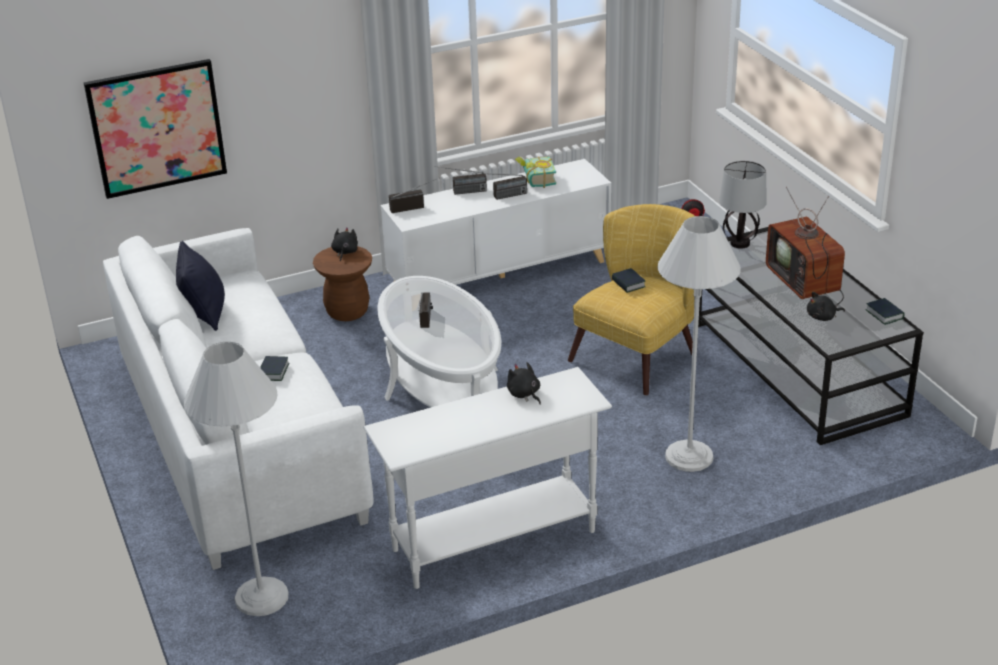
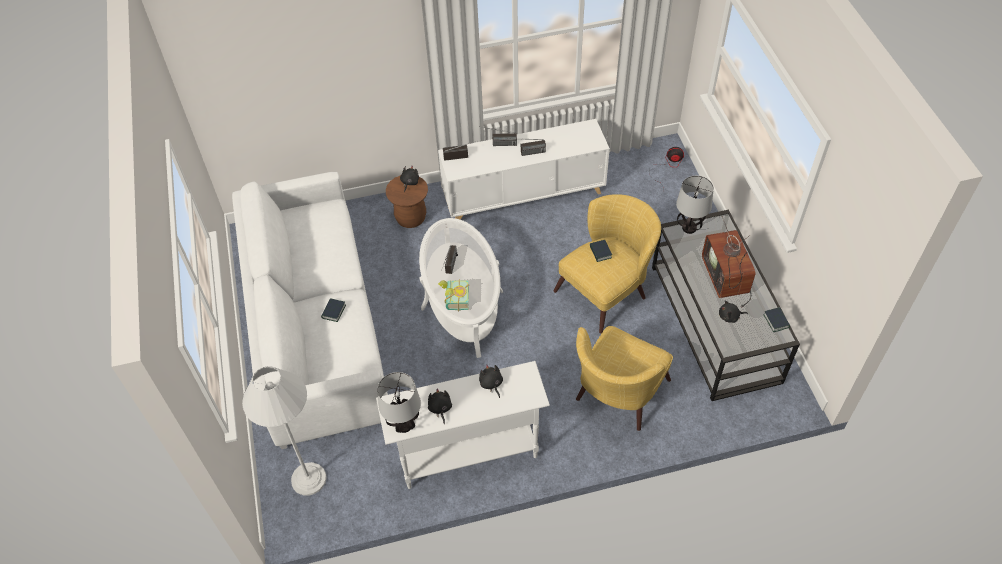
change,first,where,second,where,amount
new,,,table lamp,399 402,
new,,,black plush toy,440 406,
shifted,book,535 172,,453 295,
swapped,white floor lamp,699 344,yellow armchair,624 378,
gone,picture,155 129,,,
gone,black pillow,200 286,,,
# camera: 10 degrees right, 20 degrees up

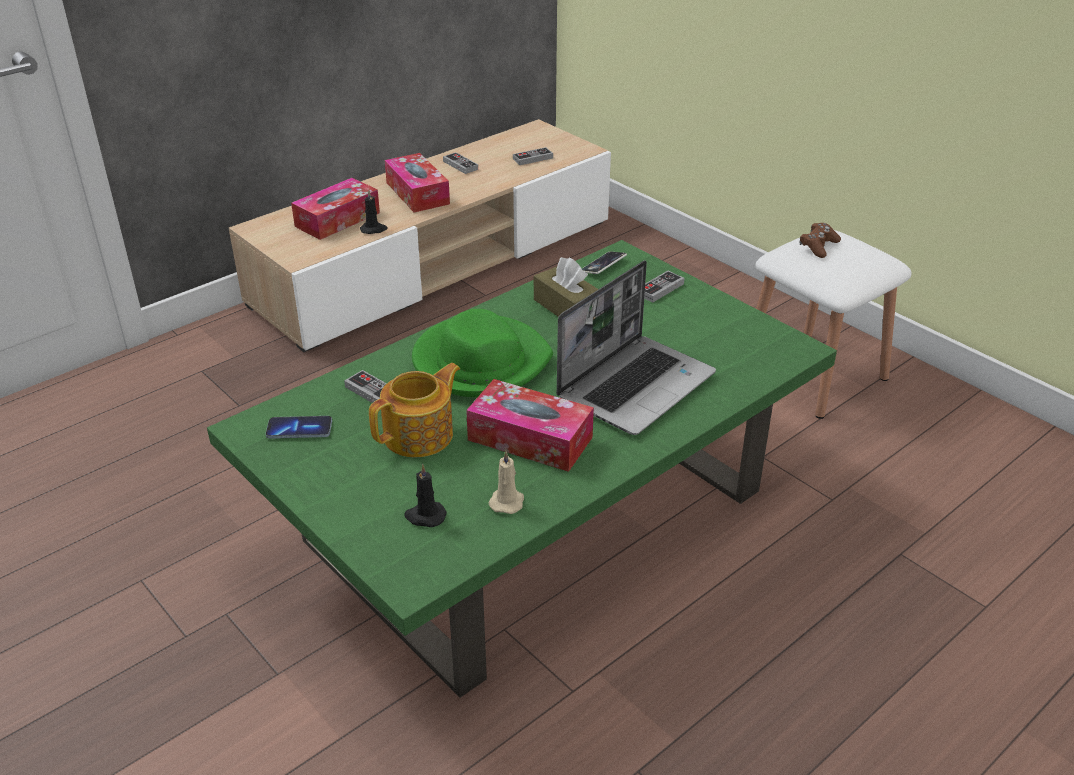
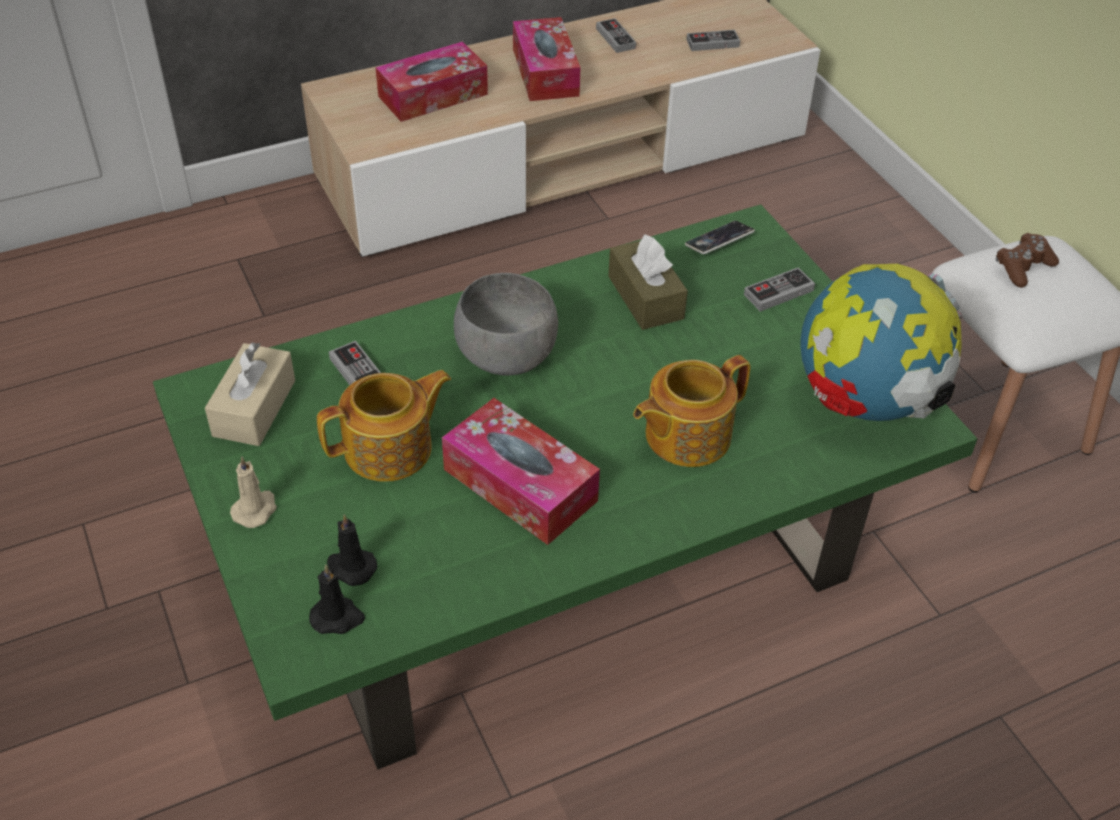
change,first,where,second,where,amount
swapped,phone,299 427,beige tissue box,250 394,
shifted,beige candle,506 482,,253 492,
shifted,black candle,374 212,,337 599,
swapped,green hat,482 353,grey bowl,506 324,
swapped,laptop,636 347,teapot,692 411,
new,,,globe,881 342,
# camera: 15 degrees right, 10 degrees up

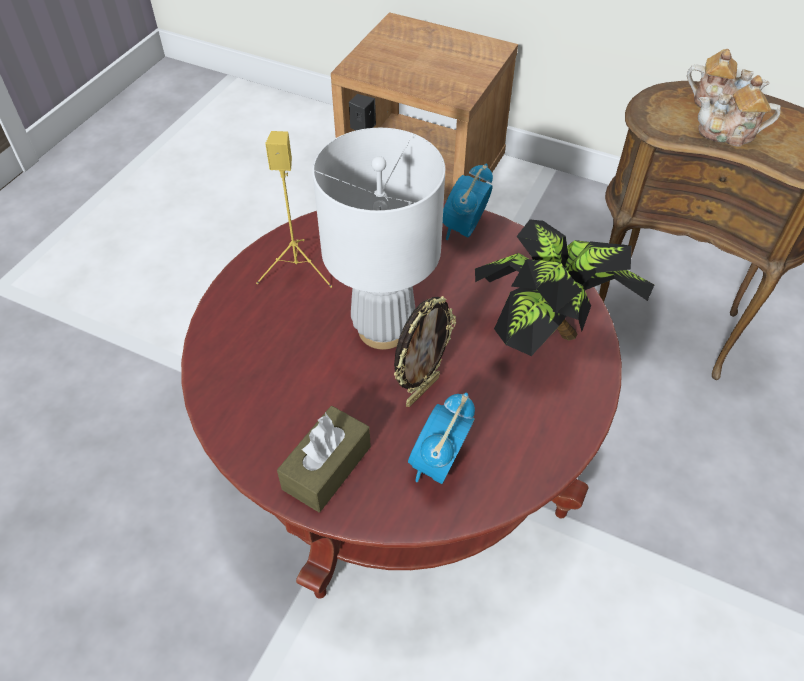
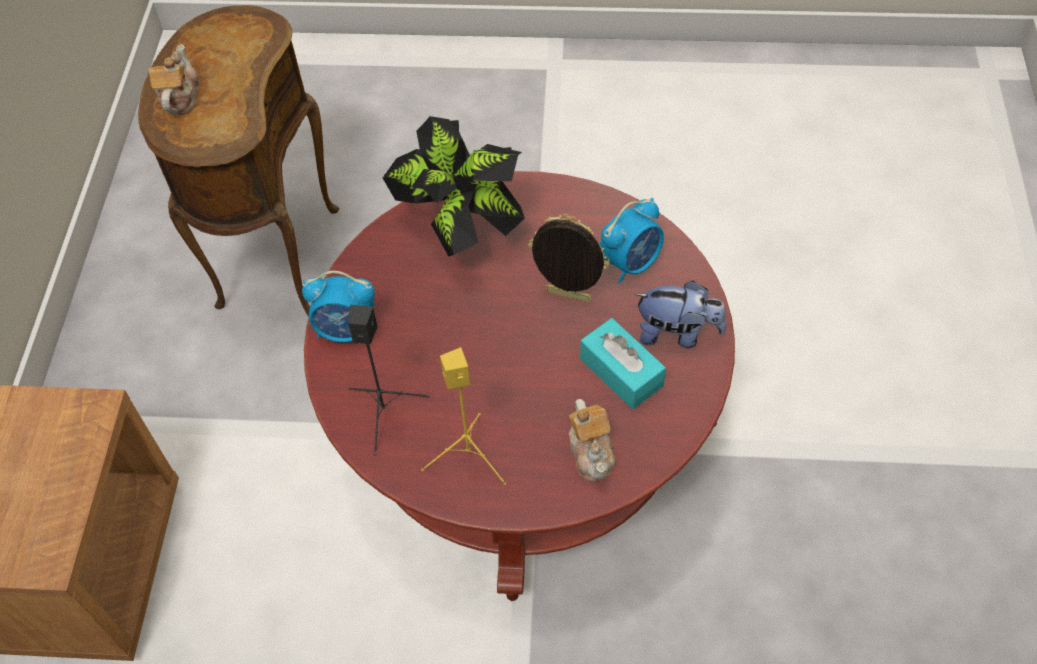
change,first,where,second,where,amount
shifted,teapot,739 111,,592 440,
new,,,turquoise tissue box,623 363,
rotated,alarm clock,441 438,,632 241,45 degrees counterclockwise
swapped,brown tissue box,324 459,plush toy,680 314,
gone,white table lamp,378 239,,,
# camera: 110 degrees left, 5 degrees up

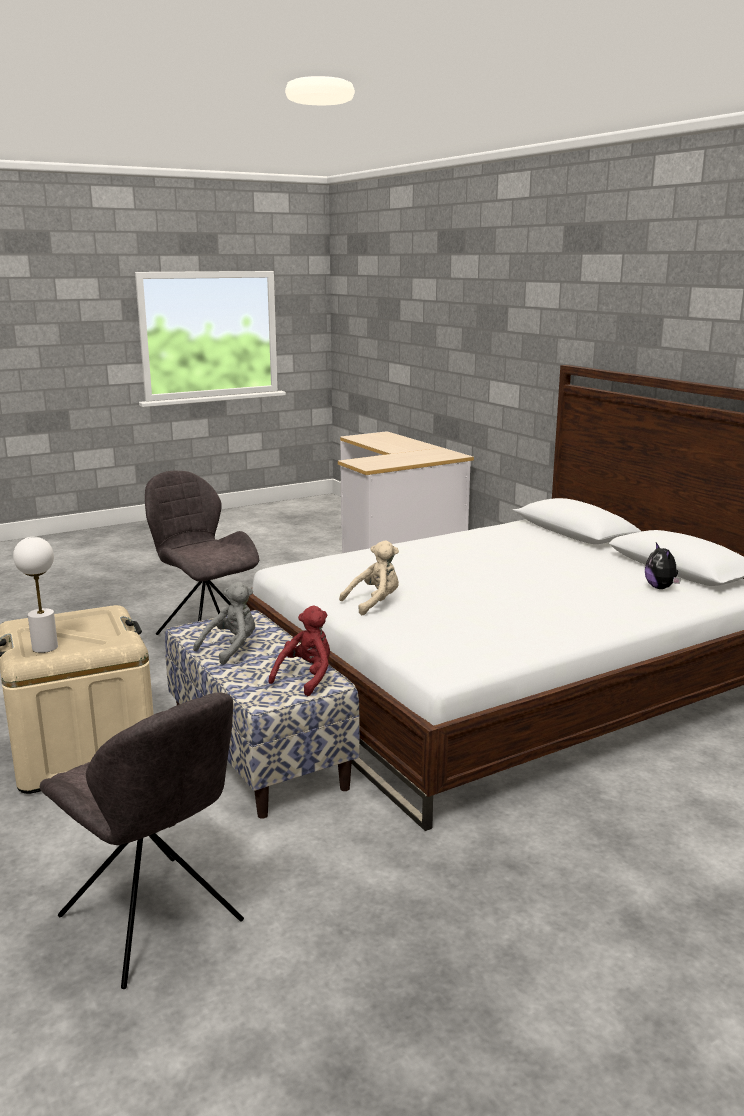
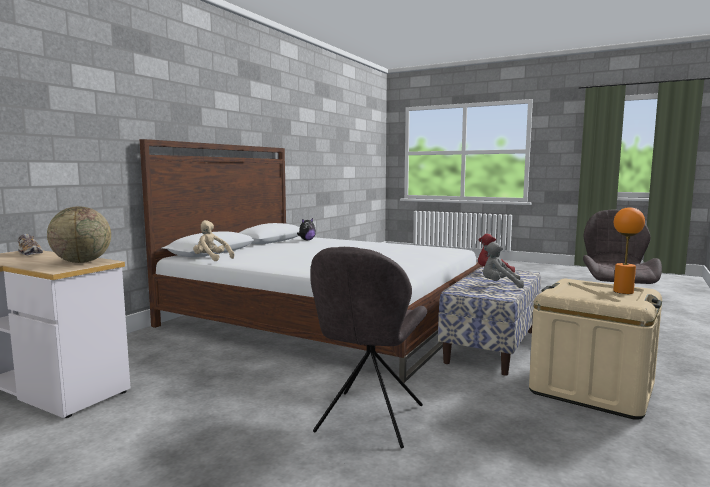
change,first,where,second,where,amount
new,,,shoe,30 245,
new,,,globe,79 234,
shifted,beige plush toy,369 577,,213 240,
repainted,white table lamp,35 595,orange table lamp,629 250,
# camera: 120 degrees left, 10 degrees down

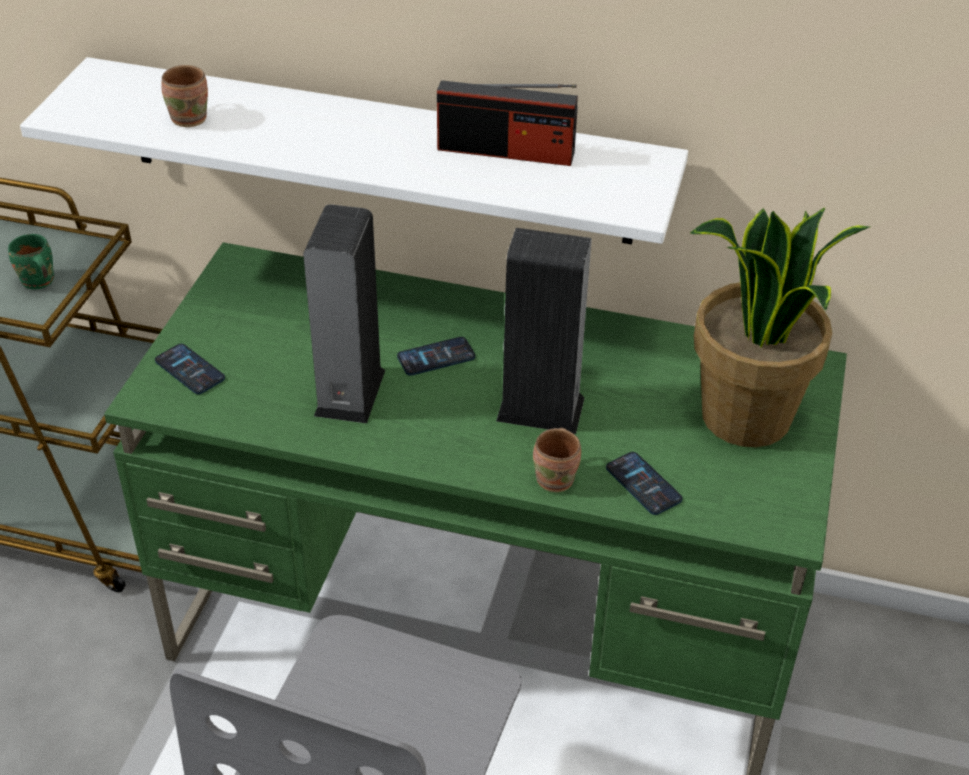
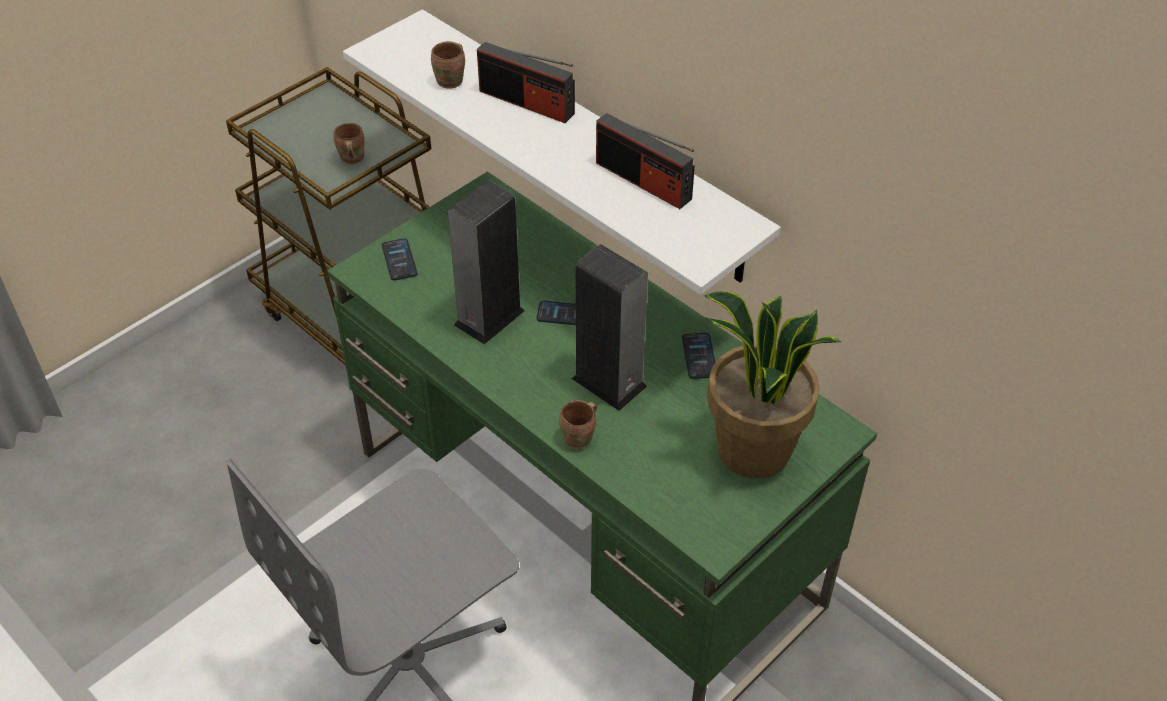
change,first,where,second,where,amount
repainted,green mug,31 262,brown mug,349 143,
new,,,radio,526 82,
shifted,phone,644 483,,698 356,
# camera: 30 degrees right, 5 degrees up

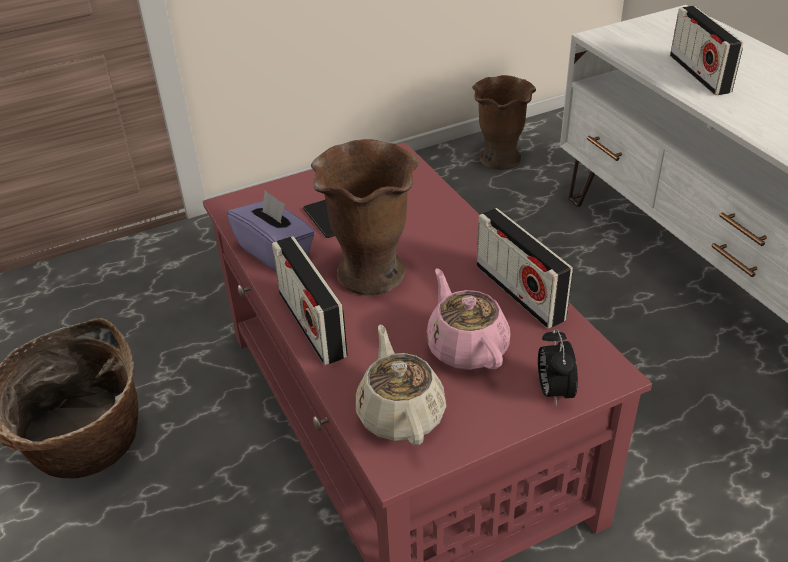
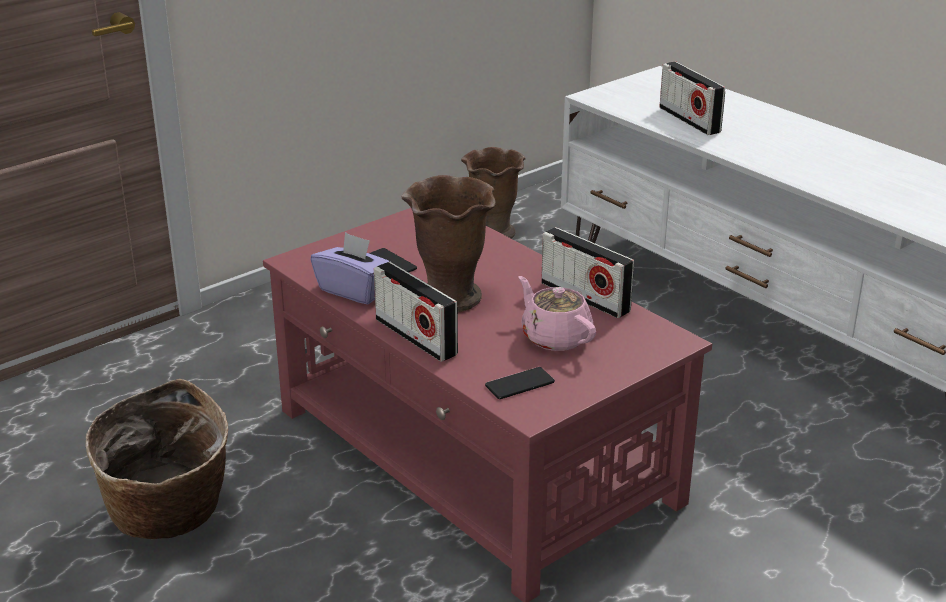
change,first,where,second,where,amount
swapped,beige teapot,400 385,phone,520 383,
gone,alarm clock,558 367,,,
# camera: 15 degrees left, 10 degrees down

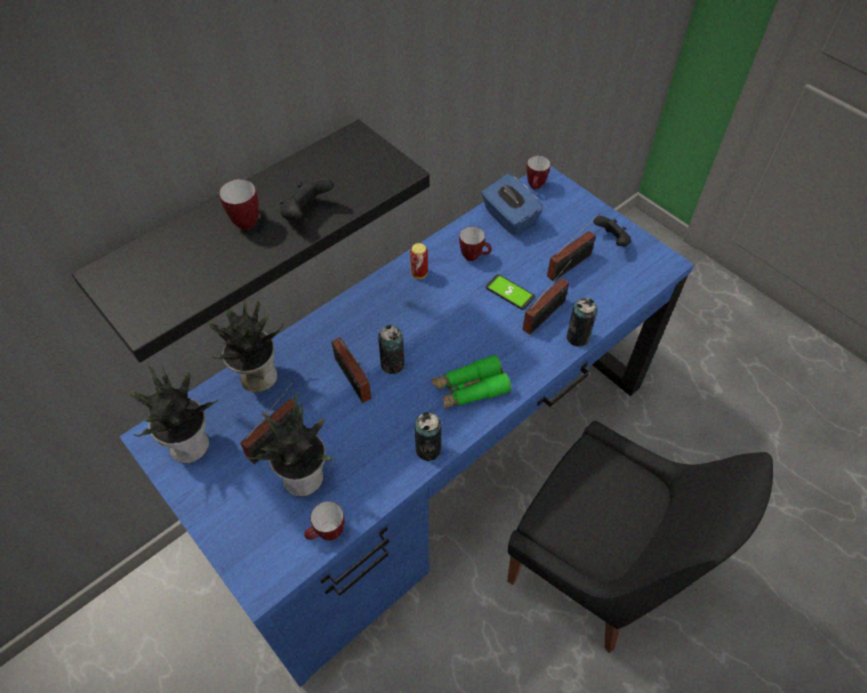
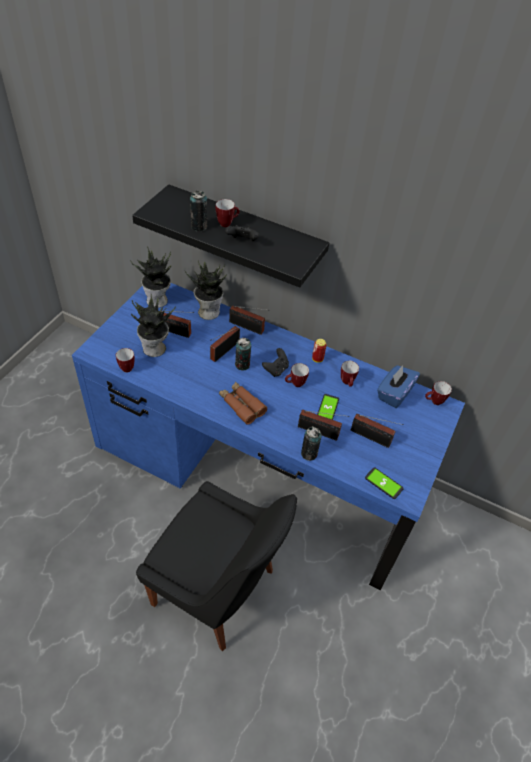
change,first,where,second,where,amount
rotated,black chair,640 537,,216 566,75 degrees counterclockwise
shifted,can,428 436,,198 211,
repainted,green binoculars,472 381,brown binoculars,243 403,
new,,,radio,247 320,
shifted,black game controller,612 231,,275 362,
new,,,mug,297 375,
new,,,phone,384 483,
# camera: 65 degrees right, 5 degrees down

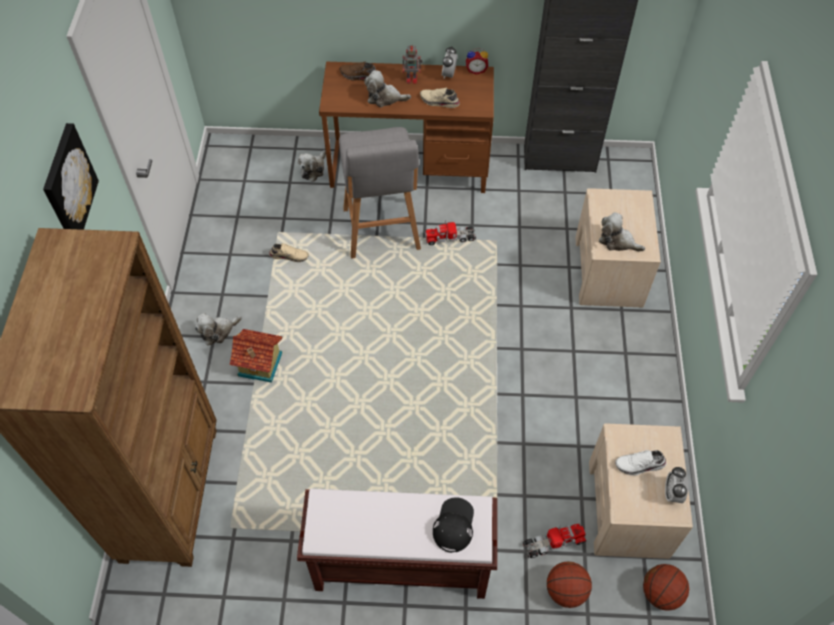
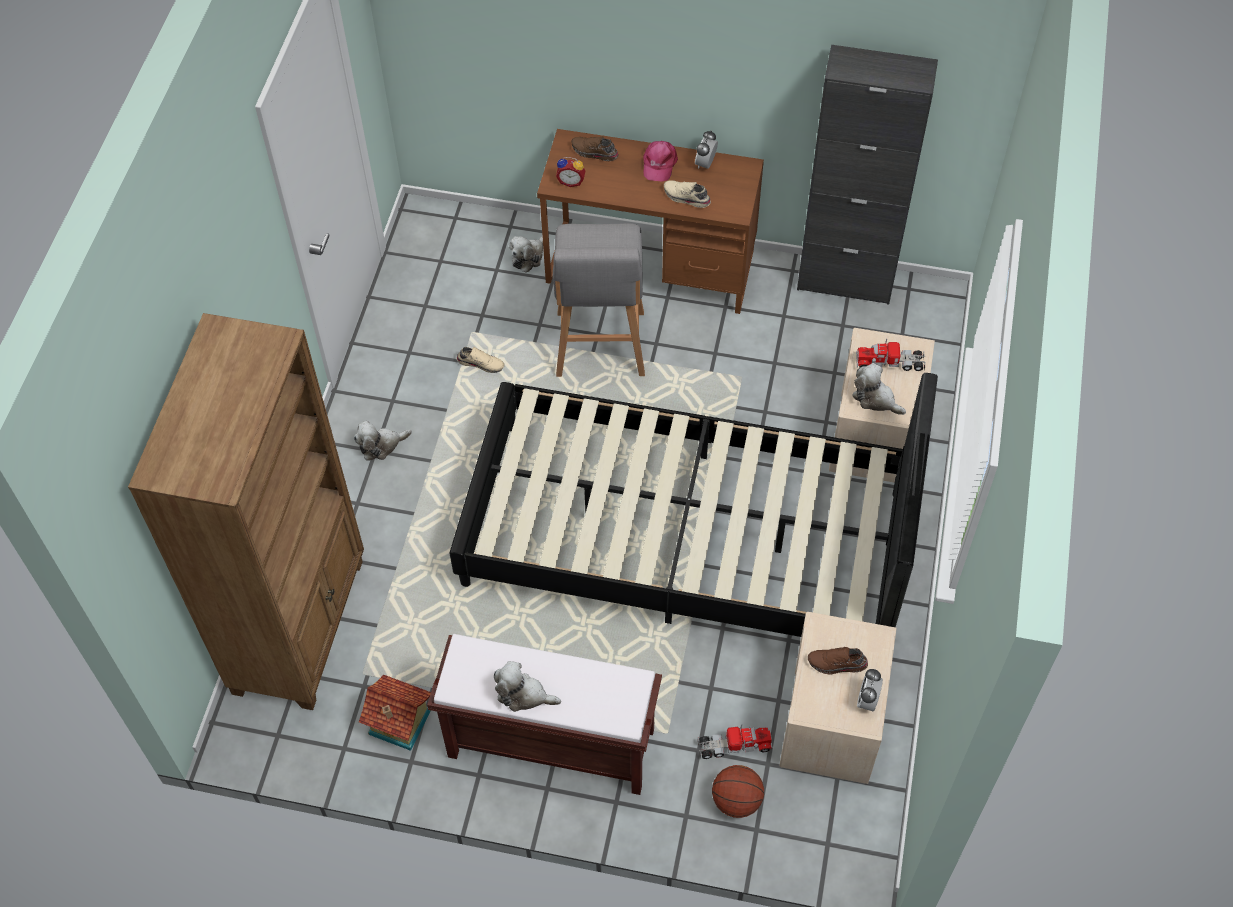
change,first,where,second,where,amount
shifted,toy house,256 356,,395 712,
new,,,black bed,693 505,
shifted,plush toy,387 88,,527 686,
shifted,alarm clock,477 61,,570 172,
swapped,toy robot,412 63,pink cap,660 161,
repainted,white shoe,641 462,brown shoe,838 661,
shifted,toy truck,450 233,,891 355,
gone,picture,71 176,,,
gone,black cap,453 525,,,
gone,basketball,666 587,,,
# camera: 10 degrees right, 0 degrees up

